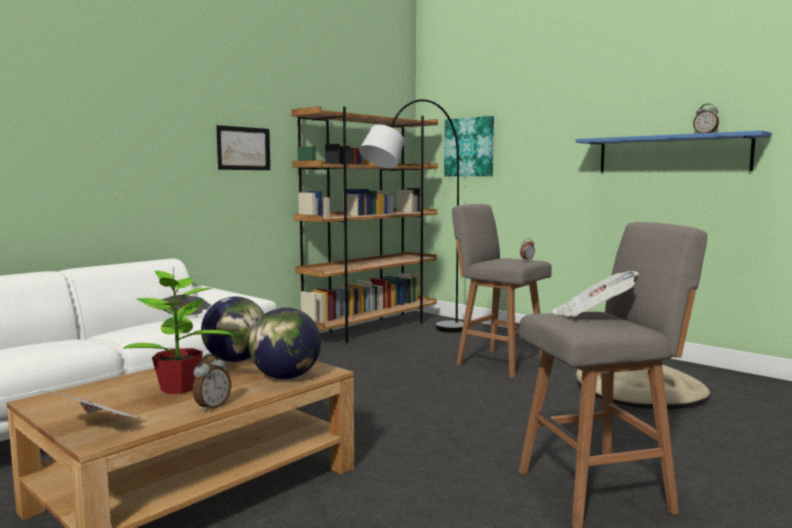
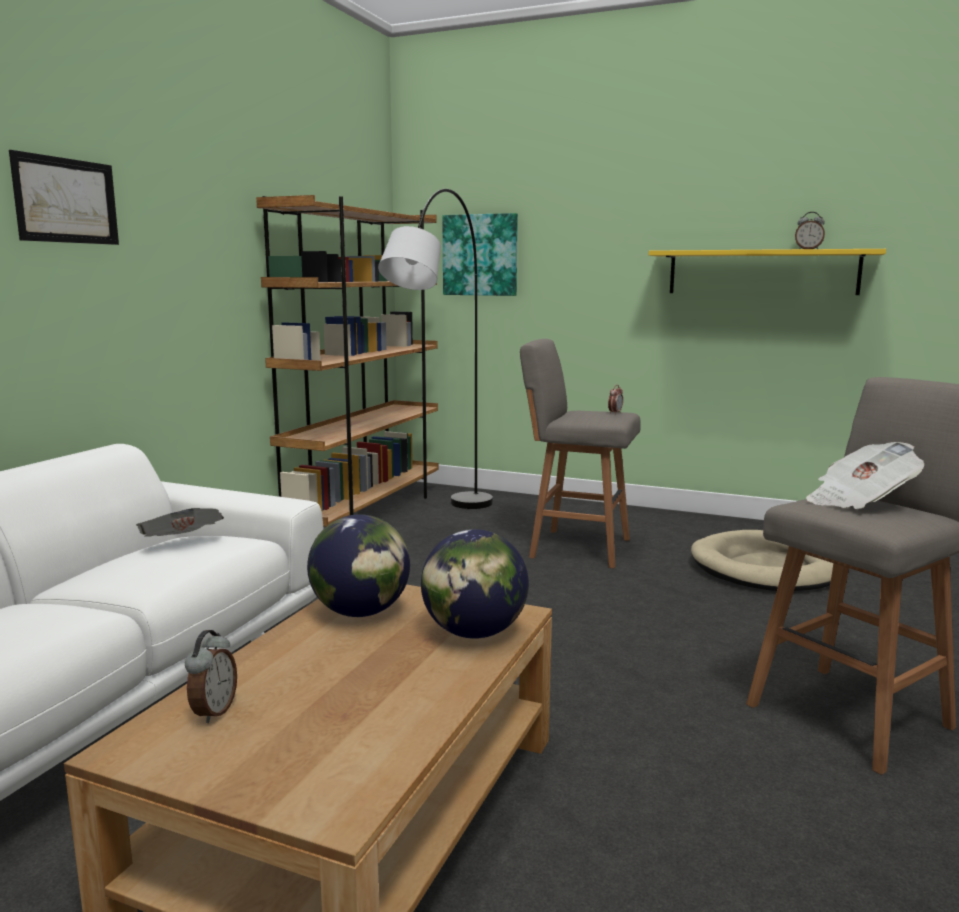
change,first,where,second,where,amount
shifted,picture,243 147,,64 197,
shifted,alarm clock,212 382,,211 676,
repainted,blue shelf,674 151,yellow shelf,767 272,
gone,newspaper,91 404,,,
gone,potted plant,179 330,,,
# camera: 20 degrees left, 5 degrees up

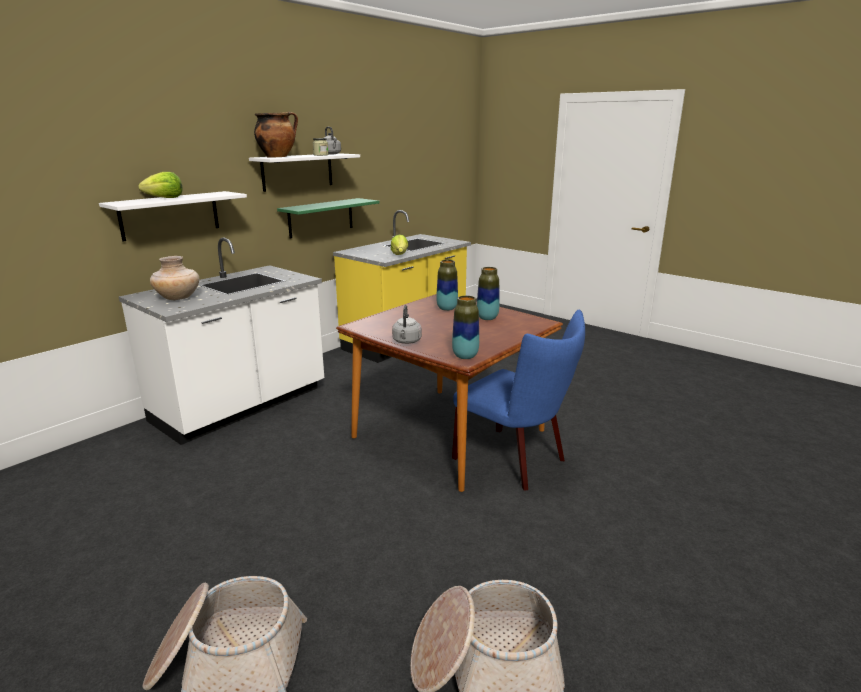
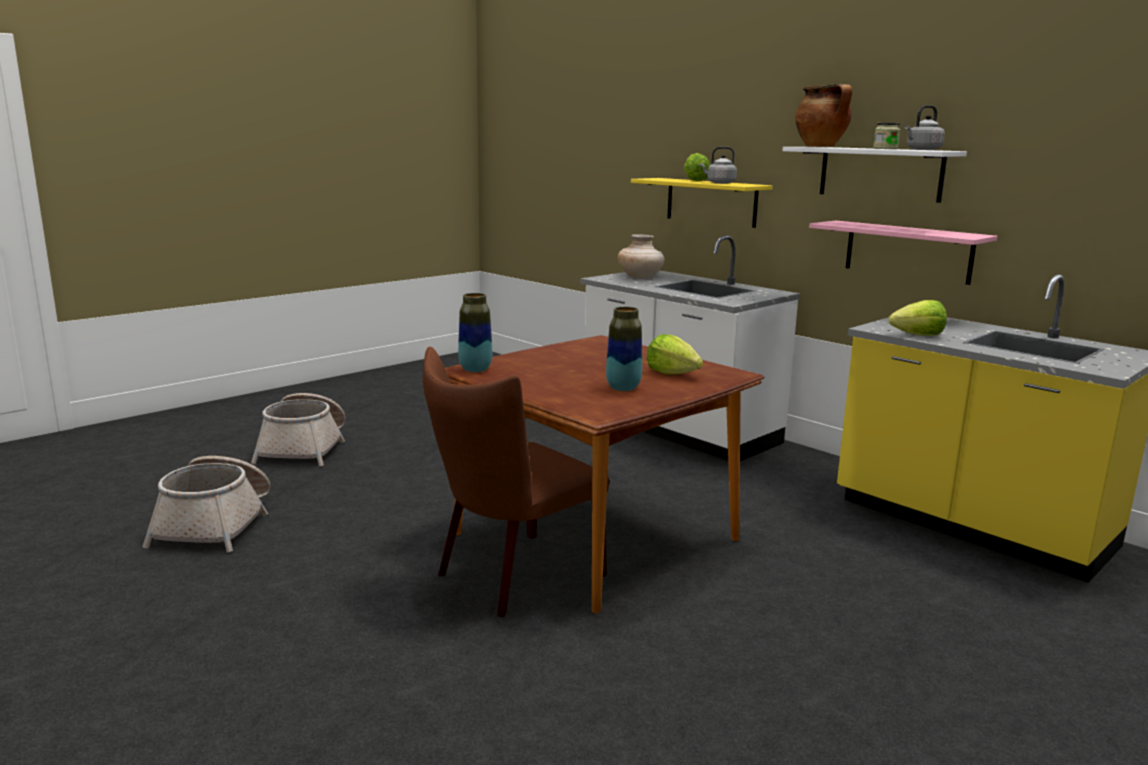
change,first,where,second,where,amount
repainted,blue chair,518 400,brown chair,516 482,
repainted,white shelf,173 216,yellow shelf,702 203,
swapped,vase,447 285,lettuce,674 354,
shifted,grey kettle,407 324,,718 165,
repainted,green shelf,328 218,pink shelf,903 253,
# camera: 95 degrees right, 5 degrees down

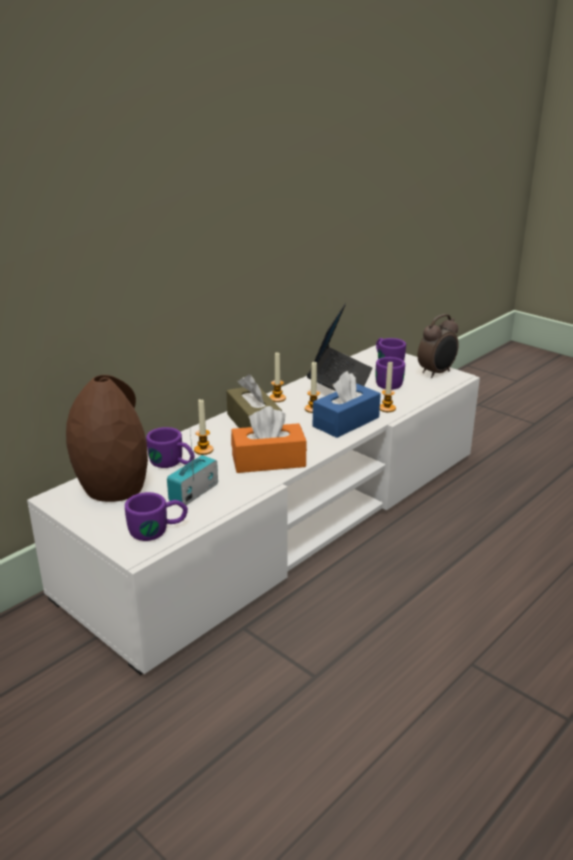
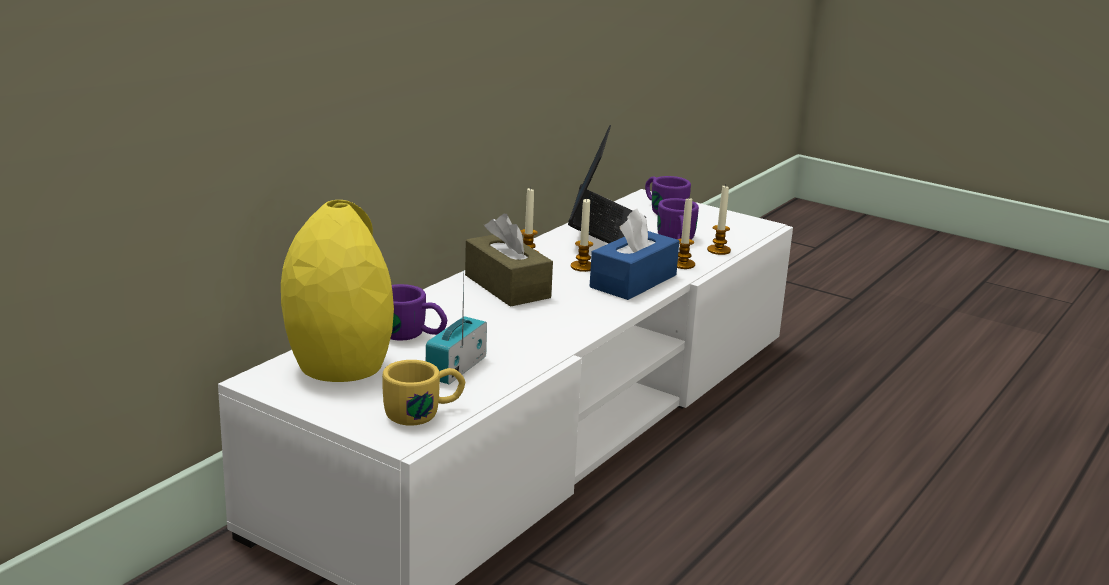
change,first,where,second,where,amount
repainted,brown vase,107 438,yellow vase,337 291,
repainted,purple mug,156 516,yellow mug,423 393,
shifted,candle,203 427,,719 220,
gone,orange tissue box,269 439,,,
gone,alarm clock,438 346,,,
# camera: 10 degrees left, 5 degrees down

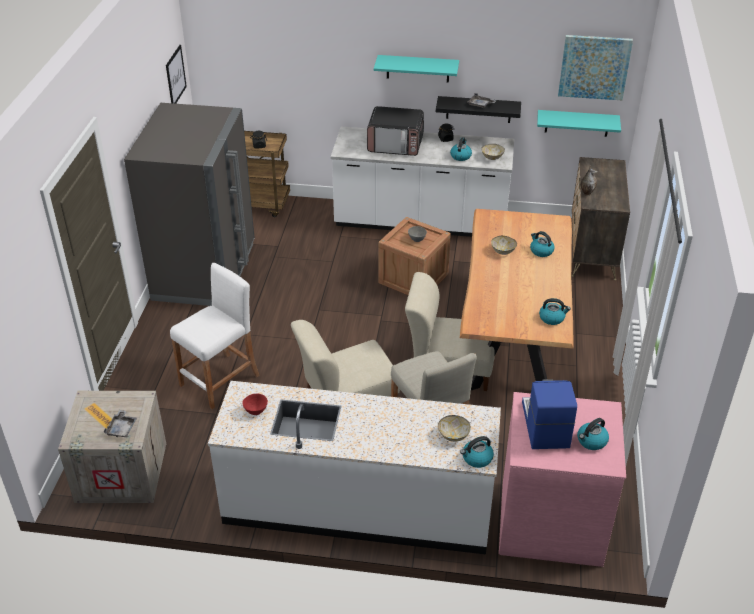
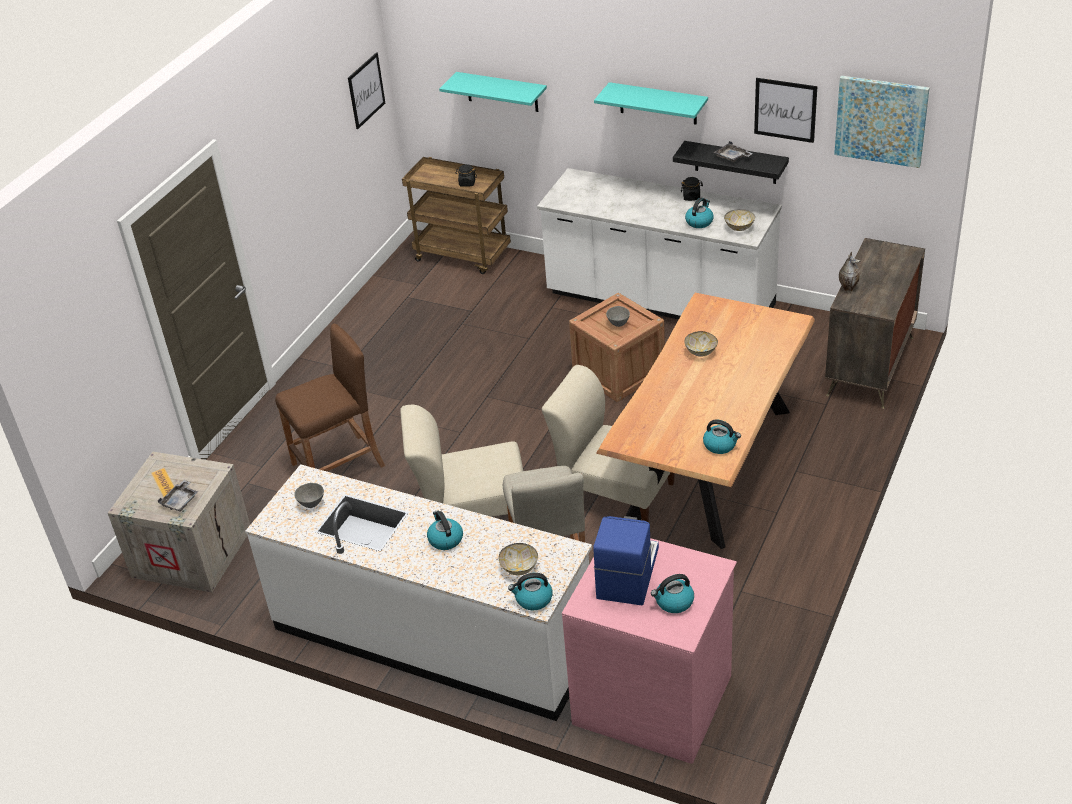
change,first,where,second,where,amount
repainted,white stool,215 336,brown stool,330 397,
repainted,red bowl,255 404,grey bowl,309 495,
shifted,kettle,542 244,,445 530,
shifted,turquoise shelf,579 123,,493 92,
new,,,picture,786 110,
gone,grey fridge,189 204,,,
gone,microwave,395 131,,,
# camera: 20 degrees right, 0 degrees up

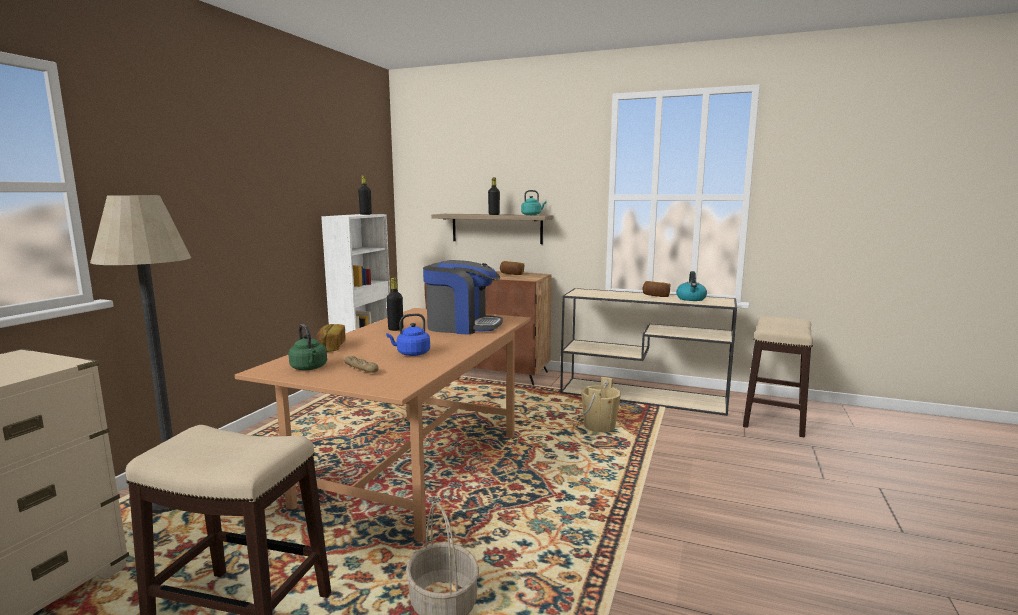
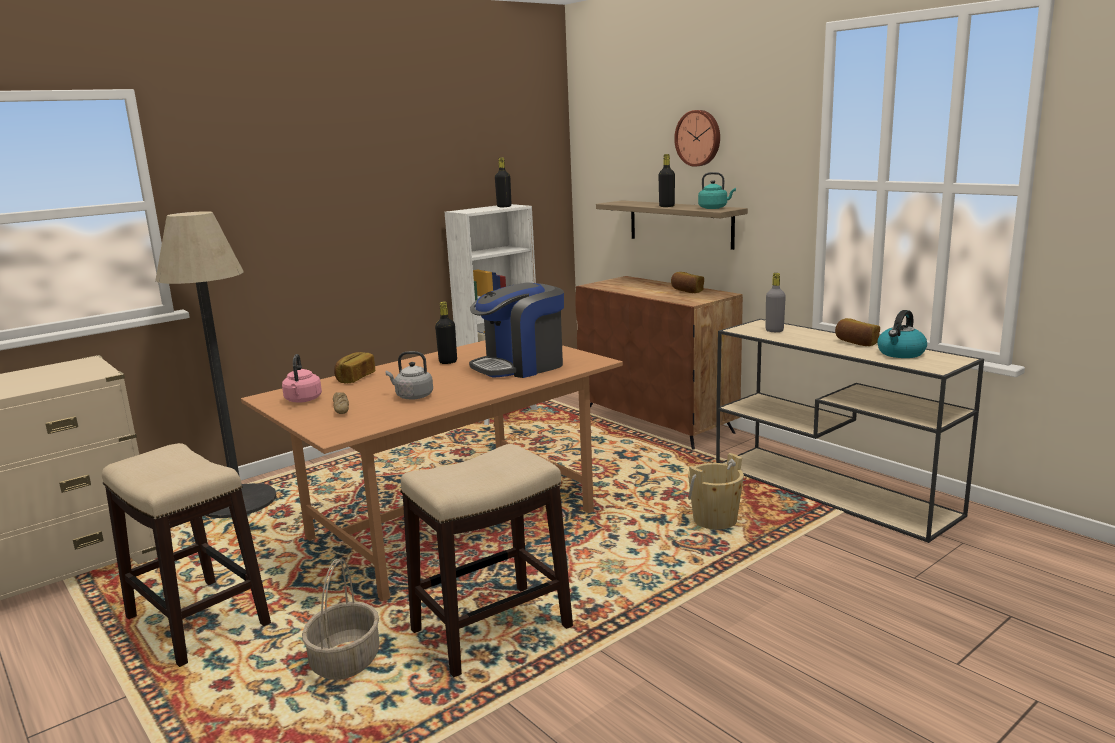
change,first,where,second,where,amount
repainted,green kettle,307 347,pink kettle,302 378,
repainted,blue kettle,408 334,grey kettle,409 375,
shifted,stool,778 376,,486 560,
rotated,coffee machine,463 297,,516 330,105 degrees clockwise
new,,,wall clock,697 138,
new,,,grey bottle,776 302,
# camera: 30 degrees right, 5 degrees up

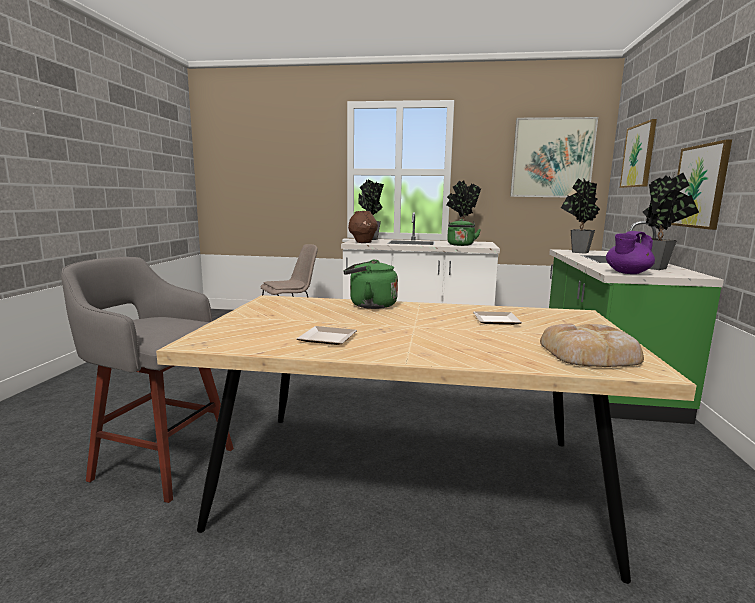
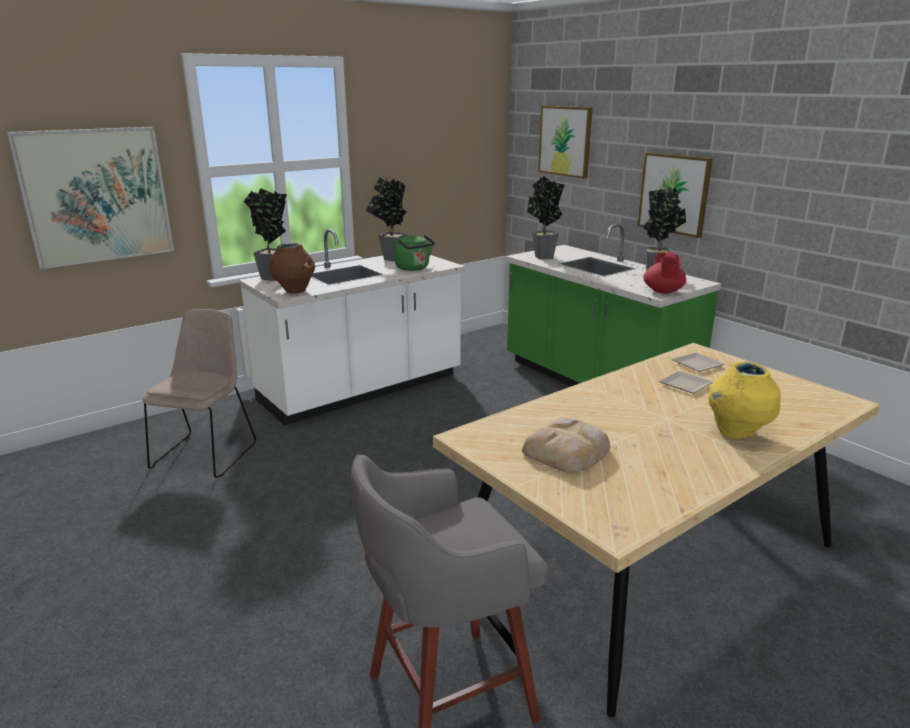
change,first,where,second,where,amount
shifted,picture,554 157,,90 198,
shifted,bread,592 345,,566 445,
repainted,purple teapot,630 252,red teapot,664 273,
shifted,plate,327 335,,698 362,
new,,,yellow vase,744 400,
gone,green kettle,370 284,,,
# camera: 45 degrees left, 10 degrees up

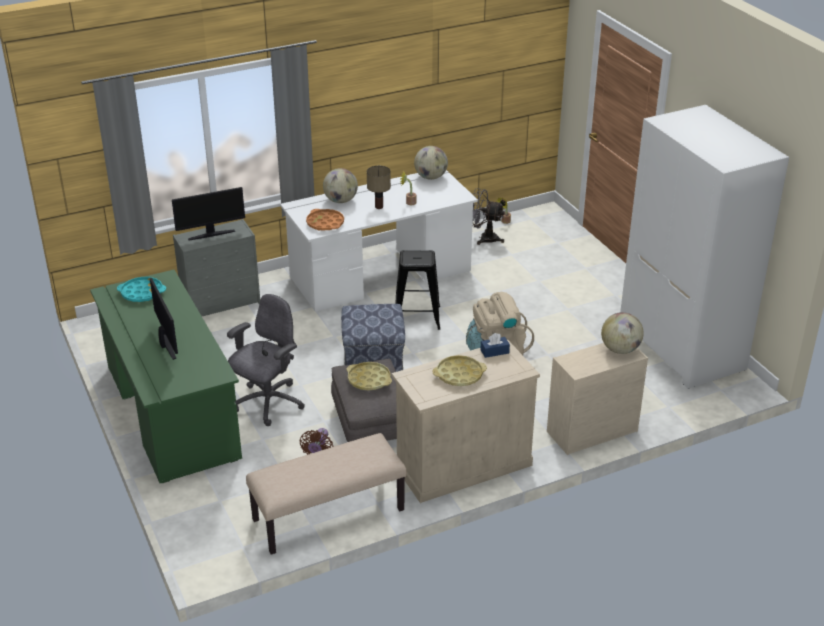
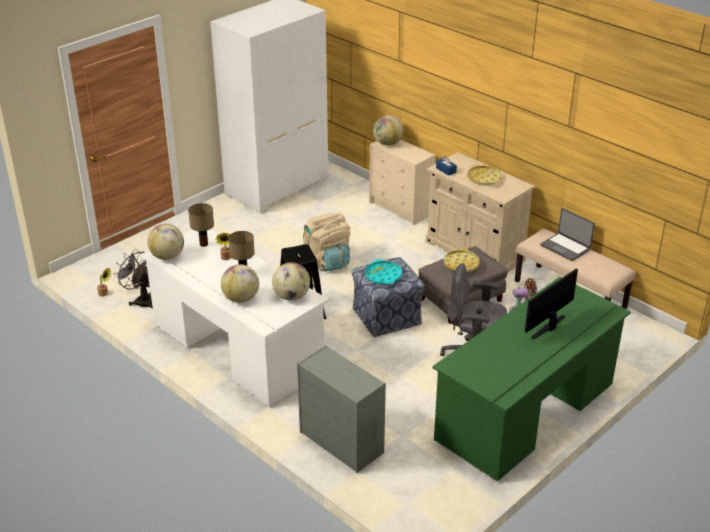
change,first,where,second,where,amount
rotated,grey fan,488 216,,133 279,135 degrees clockwise
new,,,table lamp,201 225,
swapped,orange tray,325 219,globe,291 281,
shifted,turquoise tray,141 289,,383 271,
new,,,laptop,567 234,
gone,monitor,208 214,,,
# camera: 110 degrees left, 0 degrees up

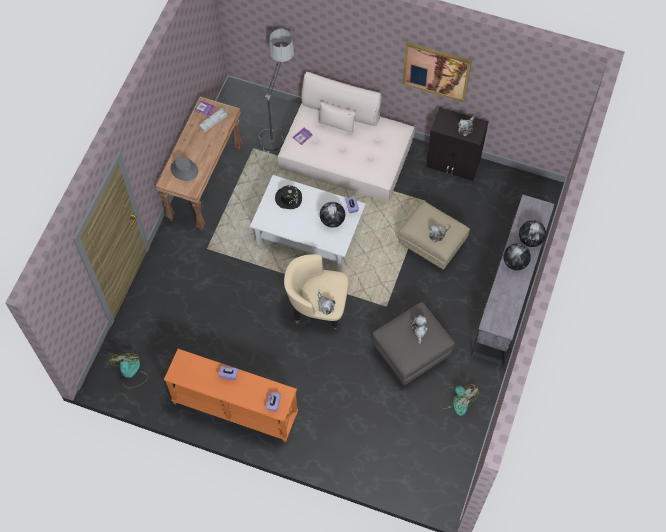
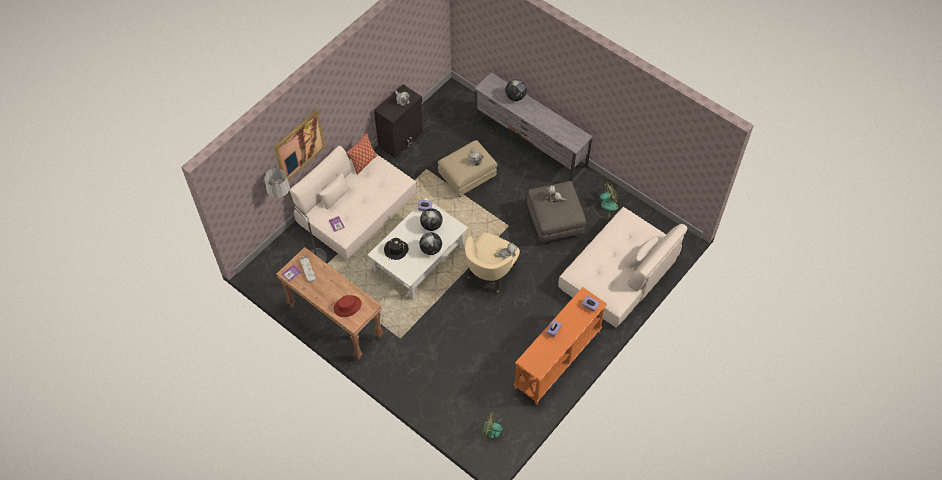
change,first,where,second,where,amount
shifted,picture,437 72,,299 146,
repainted,grey hat,184 169,red hat,347 306,
new,,,pillow,361 154,
shifted,globe,517 257,,430 243,
new,,,beige sofa,622 267,
# camera: 70 degrees left, 5 degrees down

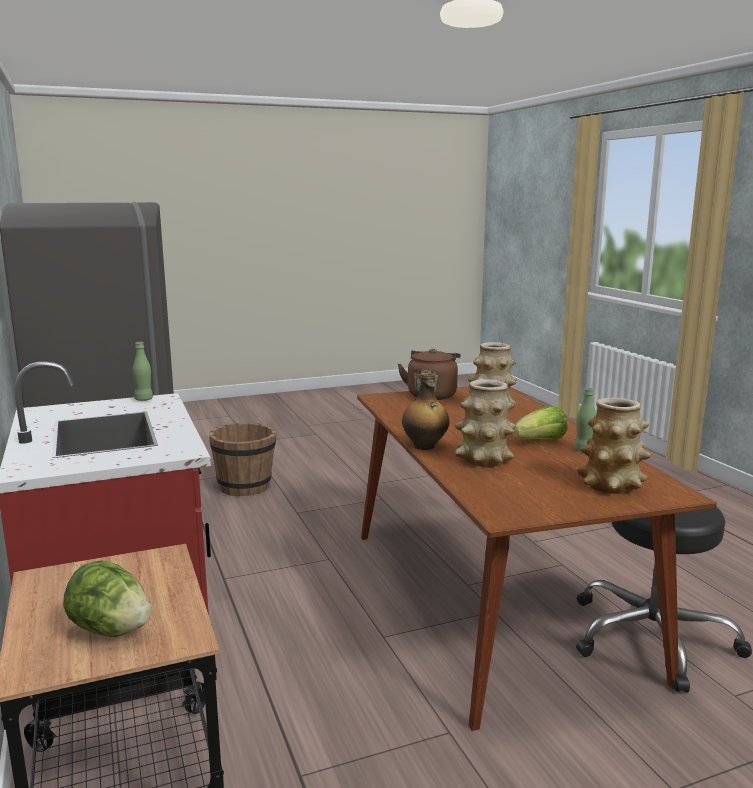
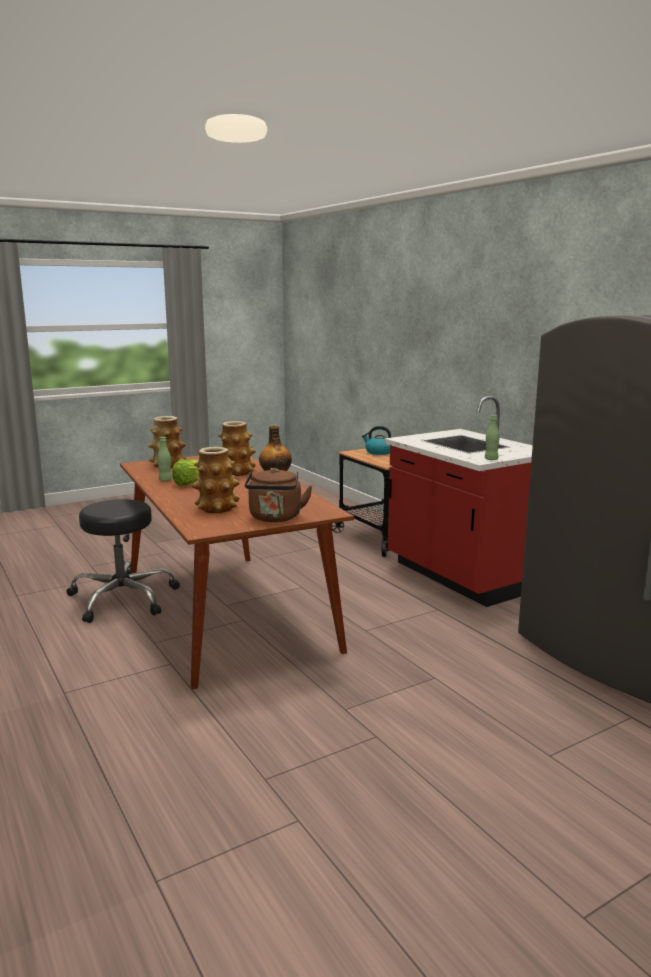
change,first,where,second,where,amount
swapped,lettuce,107 599,kettle,376 440,
gone,brown bucket,242 459,,,
# camera: 170 degrees right, 0 degrees up

